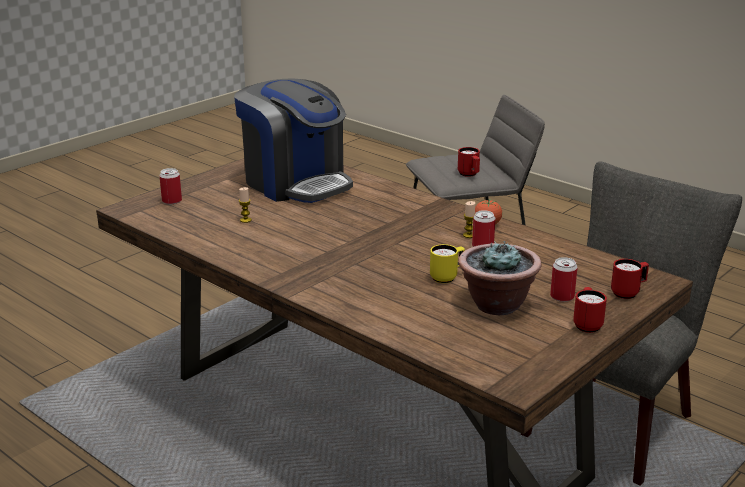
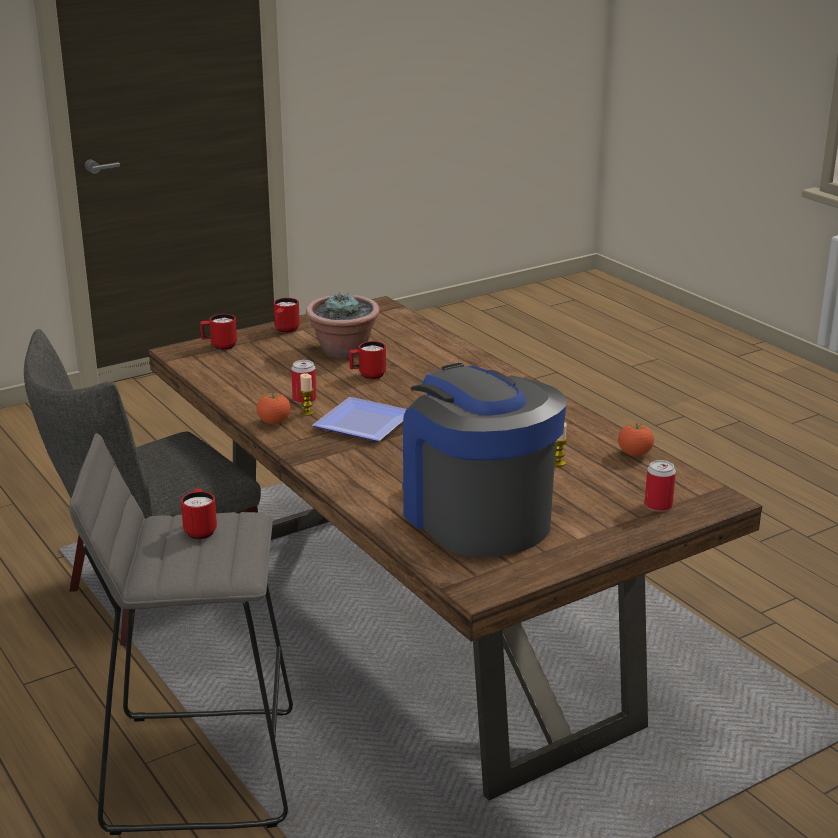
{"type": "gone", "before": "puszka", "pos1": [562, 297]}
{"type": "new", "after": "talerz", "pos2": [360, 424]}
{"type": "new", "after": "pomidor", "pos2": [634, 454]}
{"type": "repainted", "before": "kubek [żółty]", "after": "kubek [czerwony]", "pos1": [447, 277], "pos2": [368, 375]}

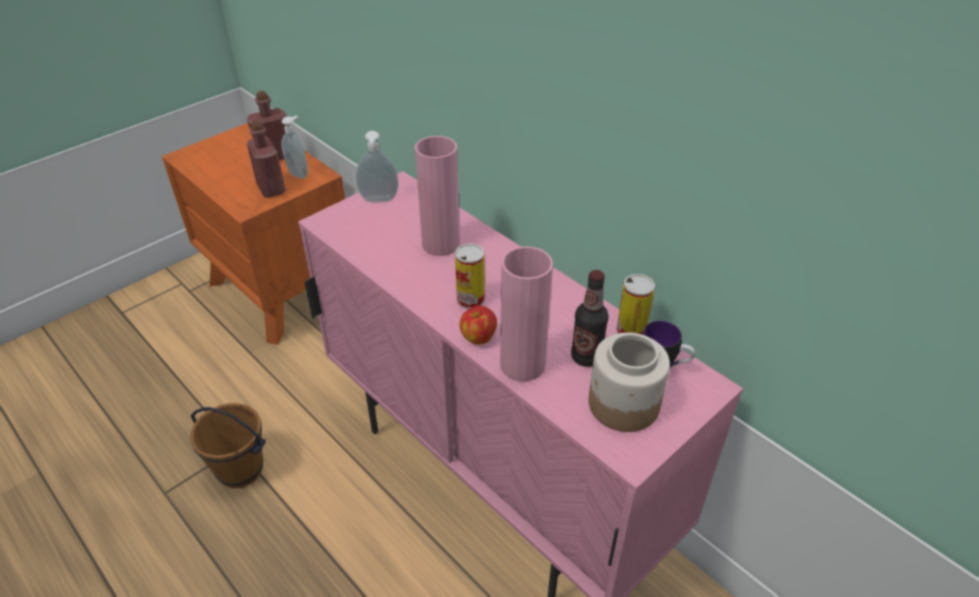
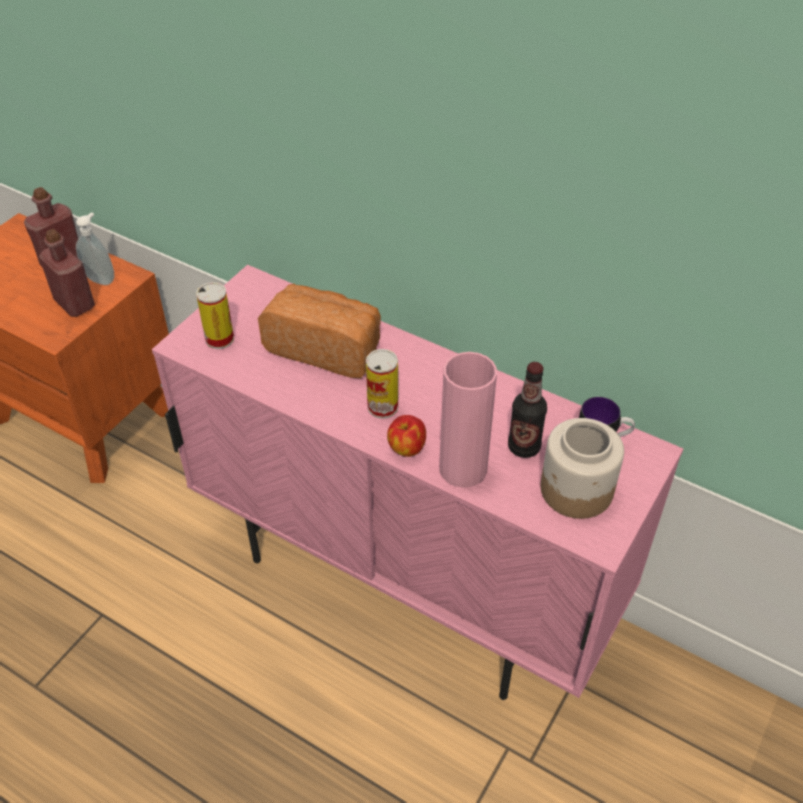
{"type": "gone", "before": "wiadro [brązowy]", "pos1": [240, 471]}
{"type": "gone", "before": "dozownik mydła", "pos1": [379, 200]}
{"type": "shifted", "before": "puszka", "pos1": [631, 331], "pos2": [219, 339]}
{"type": "swapped", "before": "wazon [różowy]", "after": "chleb", "pos1": [441, 244], "pos2": [326, 347]}

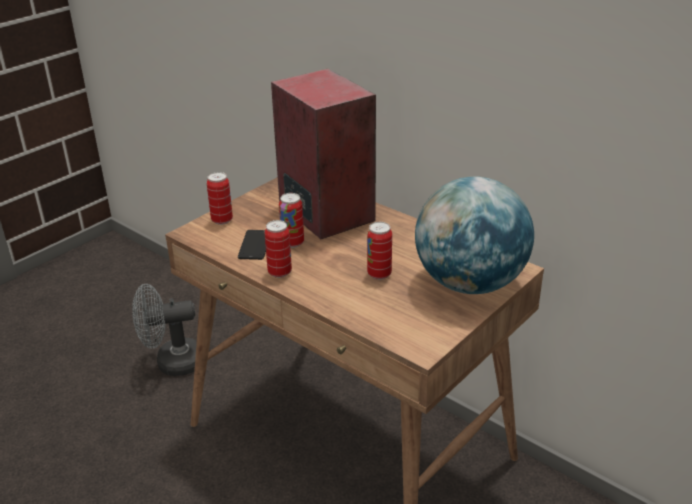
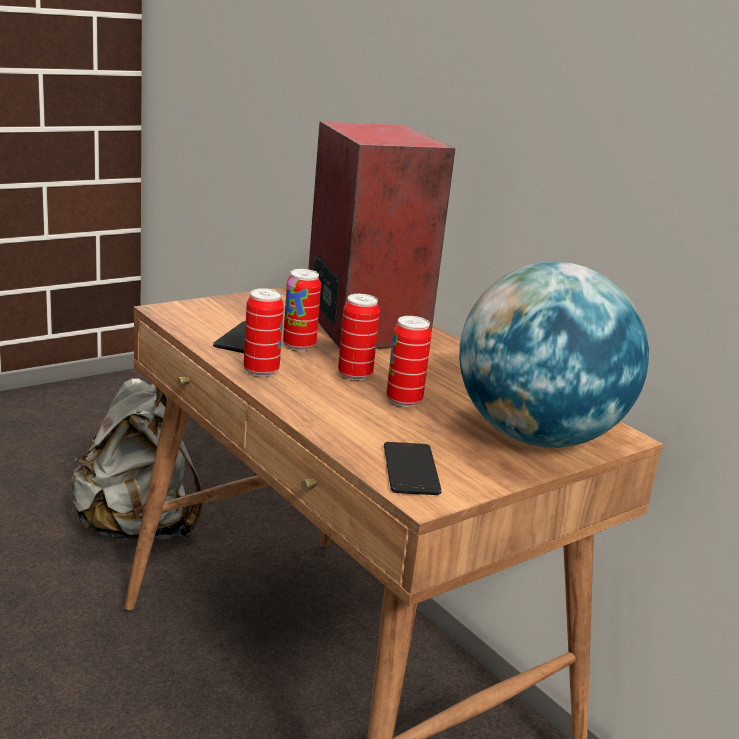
{"type": "new", "after": "telefon", "pos2": [411, 469]}
{"type": "shifted", "before": "puszka", "pos1": [222, 220], "pos2": [355, 375]}
{"type": "swapped", "before": "wentylator [szary]", "after": "plecak [szary]", "pos1": [172, 363], "pos2": [138, 527]}

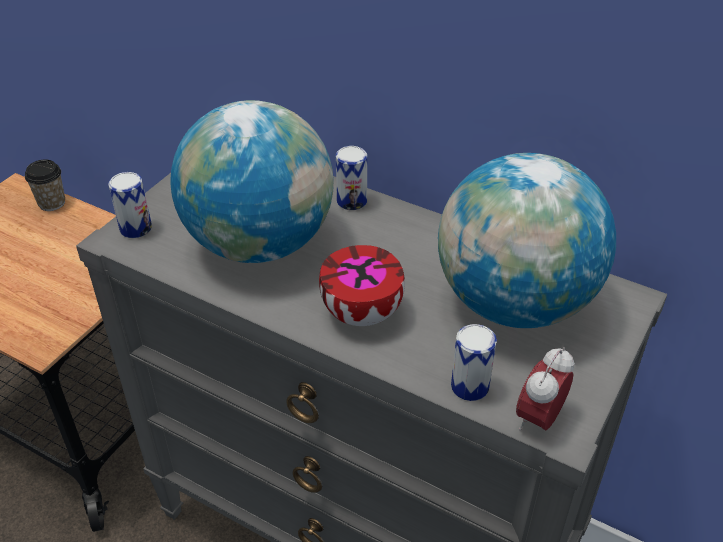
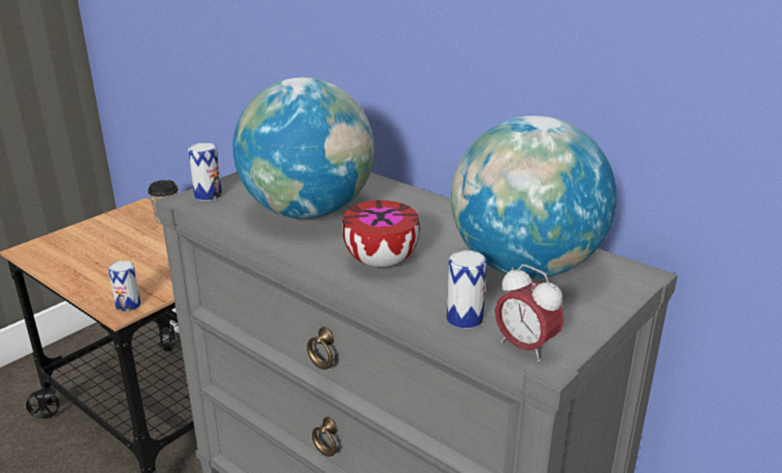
{"type": "shifted", "before": "puszka", "pos1": [351, 201], "pos2": [128, 305]}
{"type": "rotated", "before": "budzik", "pos1": [539, 419], "pos2": [525, 347], "turn": -90}

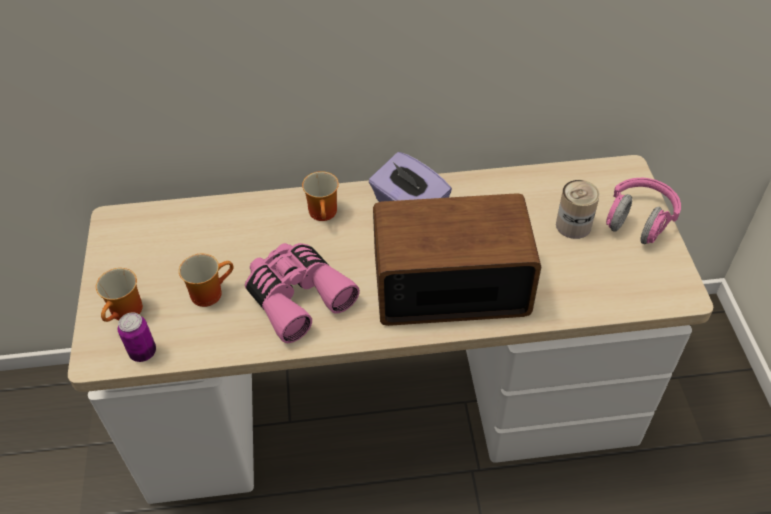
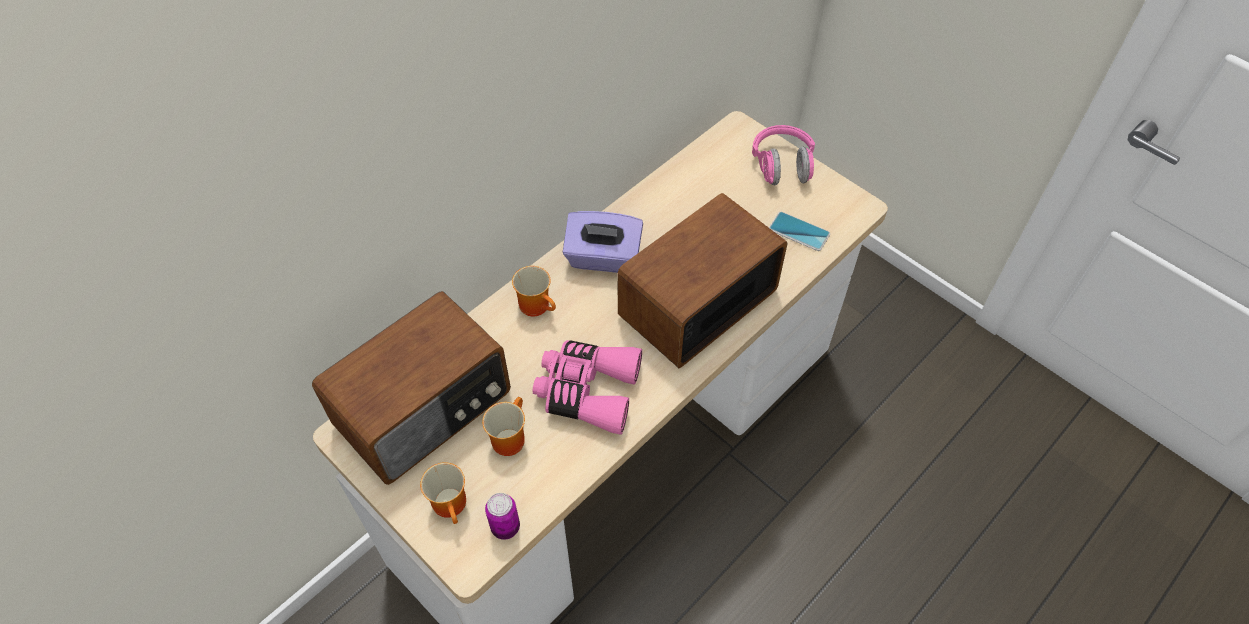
{"type": "gone", "before": "puszka", "pos1": [573, 225]}
{"type": "new", "after": "radio", "pos2": [426, 409]}
{"type": "new", "after": "telefon", "pos2": [799, 232]}

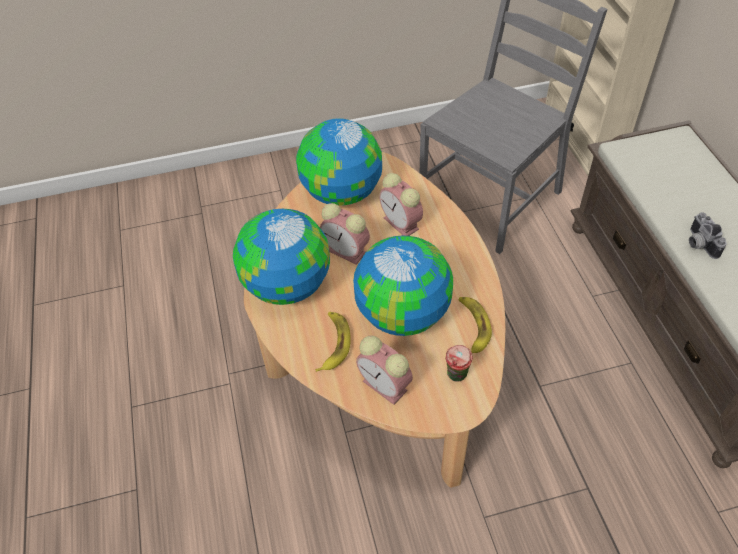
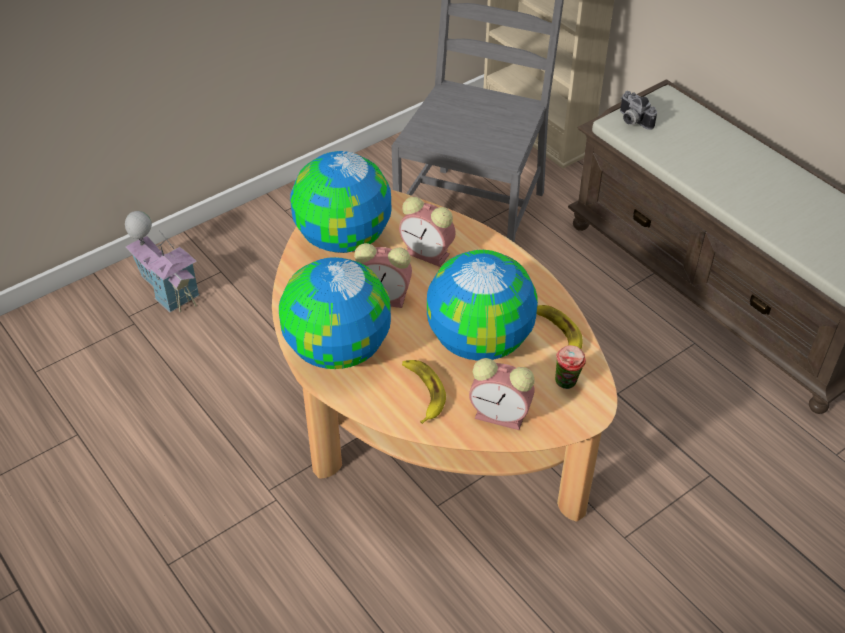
{"type": "new", "after": "domek", "pos2": [168, 288]}
{"type": "shifted", "before": "aparat fotograficzny", "pos1": [698, 244], "pos2": [632, 121]}

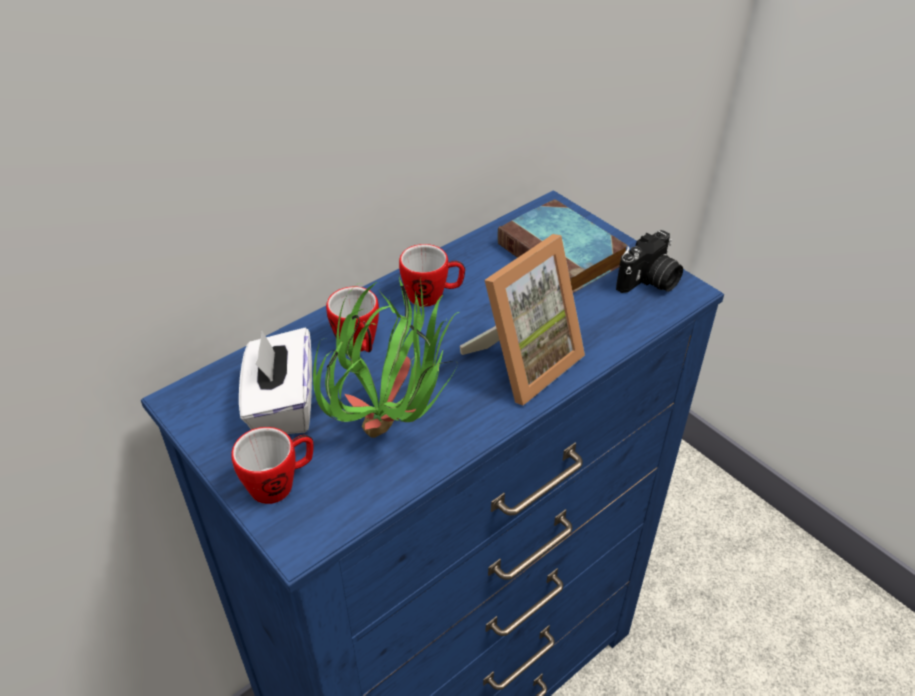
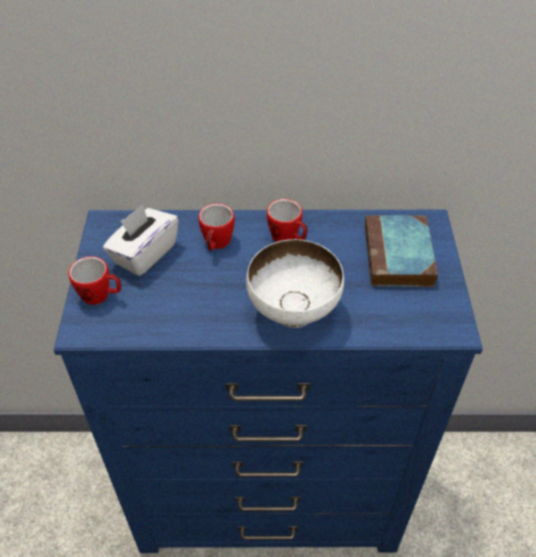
{"type": "gone", "before": "roślina doniczkowa", "pos1": [396, 425]}
{"type": "gone", "before": "aparat fotograficzny", "pos1": [649, 282]}
{"type": "swapped", "before": "ramka na zdjęcie", "after": "miska [biały]", "pos1": [523, 362], "pos2": [294, 310]}

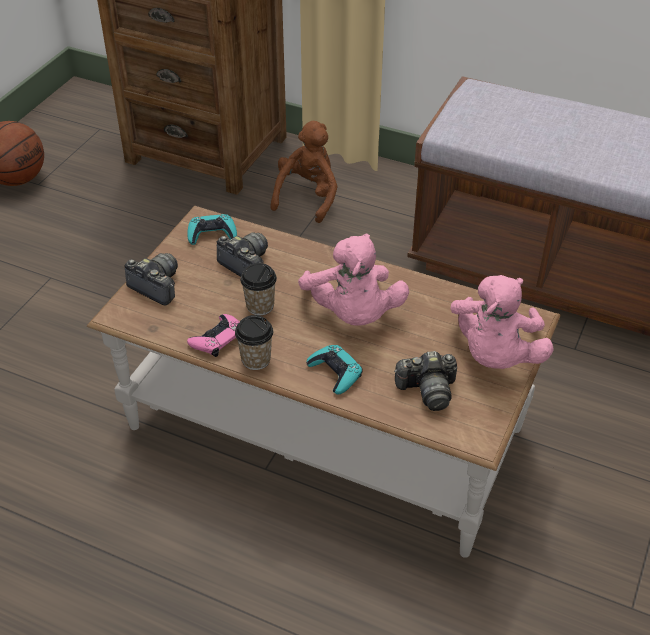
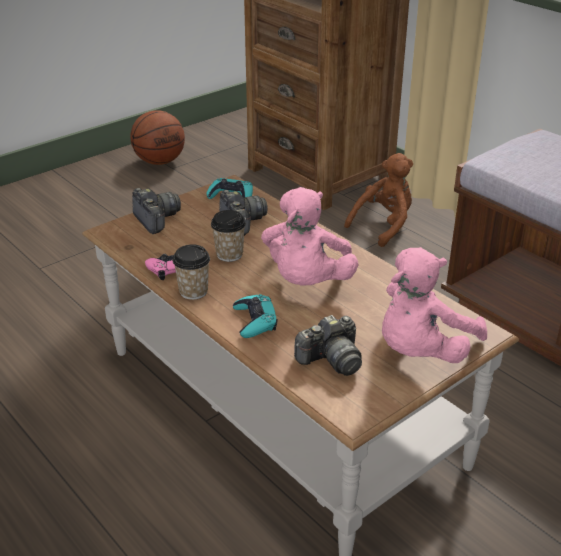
{"type": "rotated", "before": "aparat fotograficzny", "pos1": [427, 390], "pos2": [331, 360], "turn": -45}

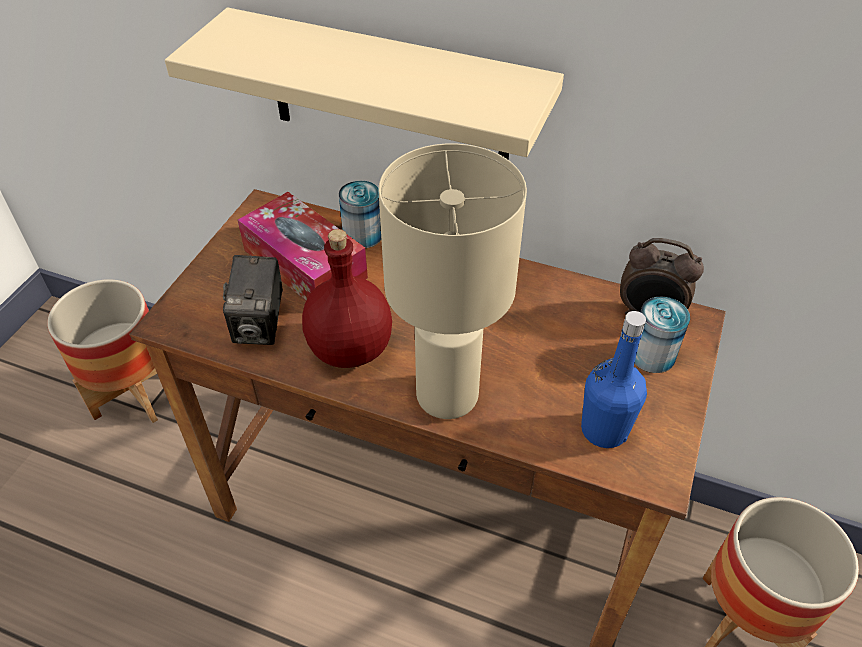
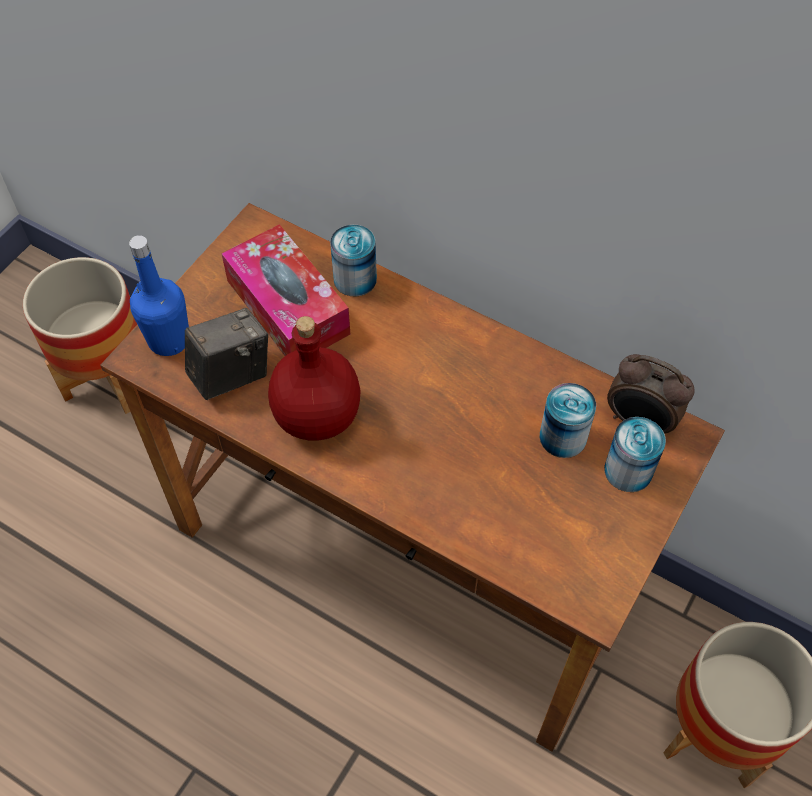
{"type": "gone", "before": "półka [beżowy]", "pos1": [388, 93]}
{"type": "gone", "before": "lampa stołowa [beżowy]", "pos1": [448, 396]}
{"type": "new", "after": "puszka", "pos2": [563, 437]}
{"type": "shifted", "before": "butelka [niebieski]", "pos1": [604, 430], "pos2": [169, 340]}
{"type": "rotated", "before": "aparat fotograficzny", "pos1": [260, 325], "pos2": [231, 374], "turn": -135}

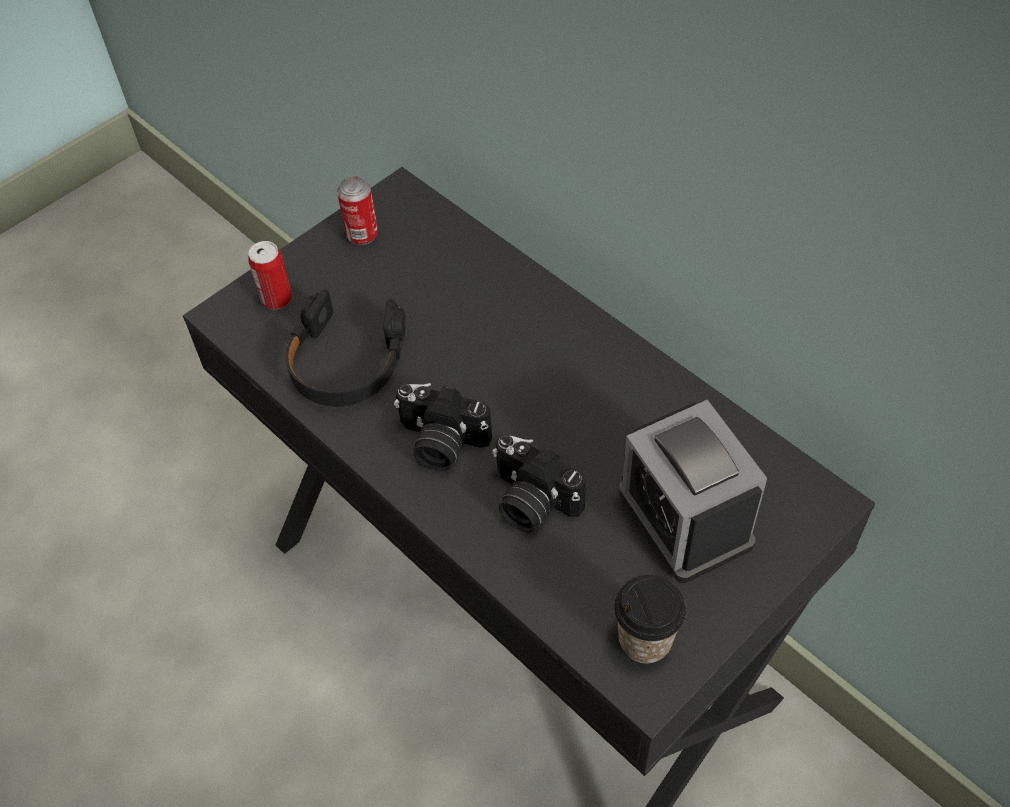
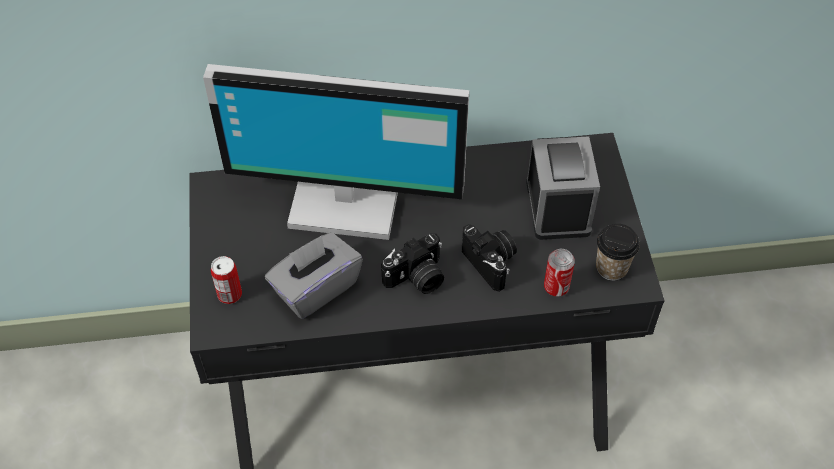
{"type": "new", "after": "monitor", "pos2": [345, 199]}
{"type": "shifted", "before": "puszka", "pos1": [362, 235], "pos2": [556, 287]}
{"type": "swapped", "before": "słuchawki [czarny]", "after": "pudełko chusteczek [szary]", "pos1": [346, 362], "pos2": [315, 288]}
{"type": "rotated", "before": "aparat fotograficzny", "pos1": [531, 502], "pos2": [492, 262], "turn": -105}
{"type": "rotated", "before": "budzik", "pos1": [685, 517], "pos2": [558, 207], "turn": -105}

